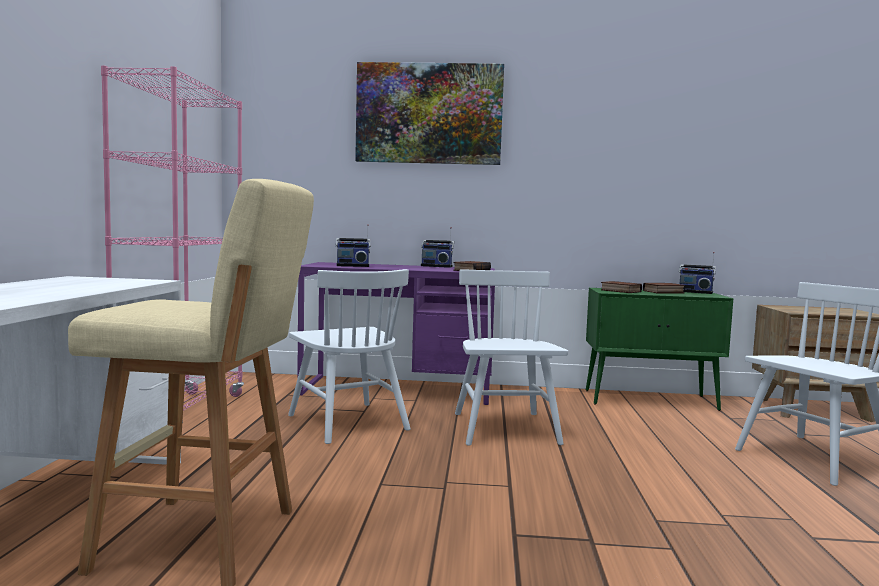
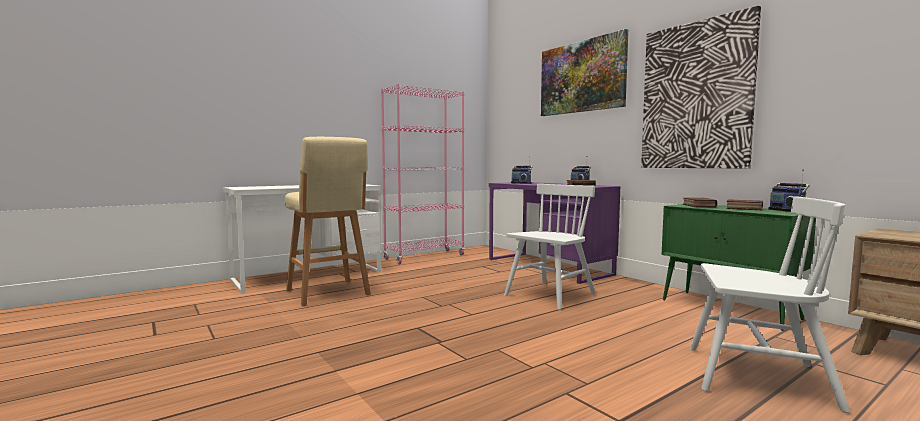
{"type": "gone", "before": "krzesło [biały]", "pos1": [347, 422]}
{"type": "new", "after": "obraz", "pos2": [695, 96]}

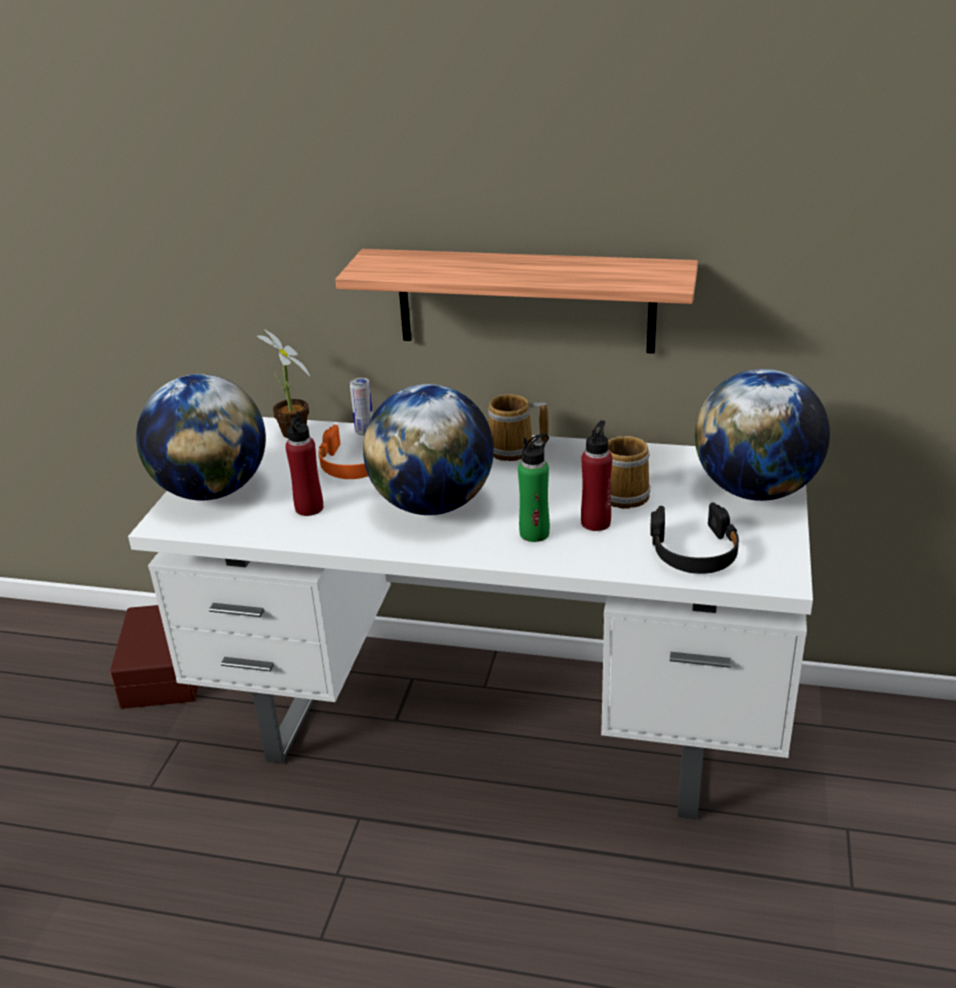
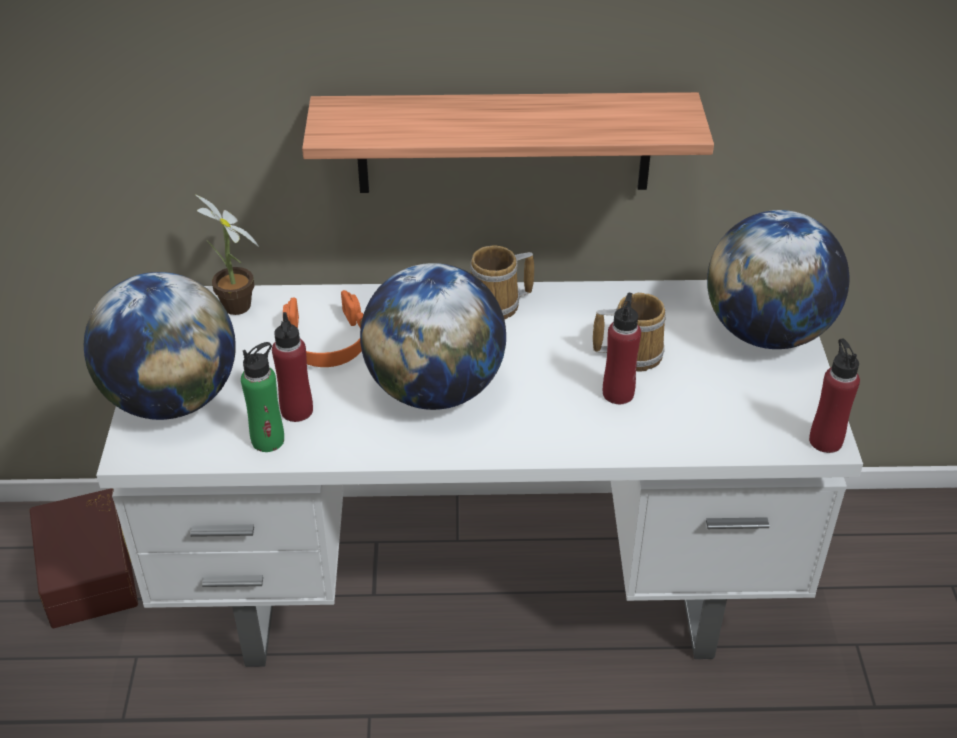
{"type": "gone", "before": "puszka", "pos1": [364, 432]}
{"type": "gone", "before": "słuchawki [czarny]", "pos1": [694, 551]}
{"type": "new", "after": "butelka [czerwony]", "pos2": [825, 441]}
{"type": "shifted", "before": "butelka [zielony]", "pos1": [534, 533], "pos2": [268, 440]}

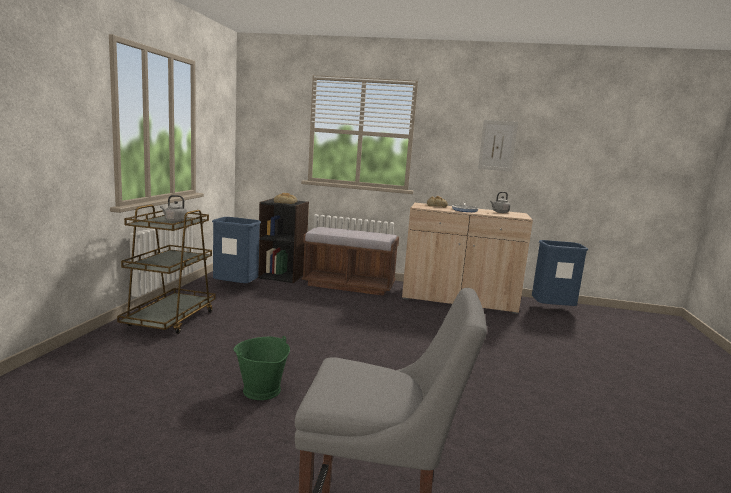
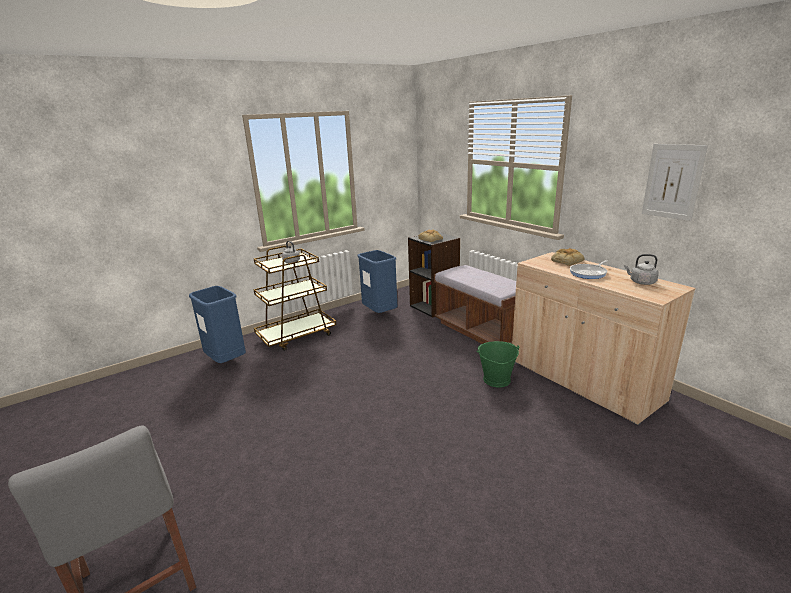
{"type": "shifted", "before": "wiadro [zielony]", "pos1": [261, 390], "pos2": [496, 379]}
{"type": "shifted", "before": "kosz na śmieci [niebieski]", "pos1": [552, 310], "pos2": [226, 361]}

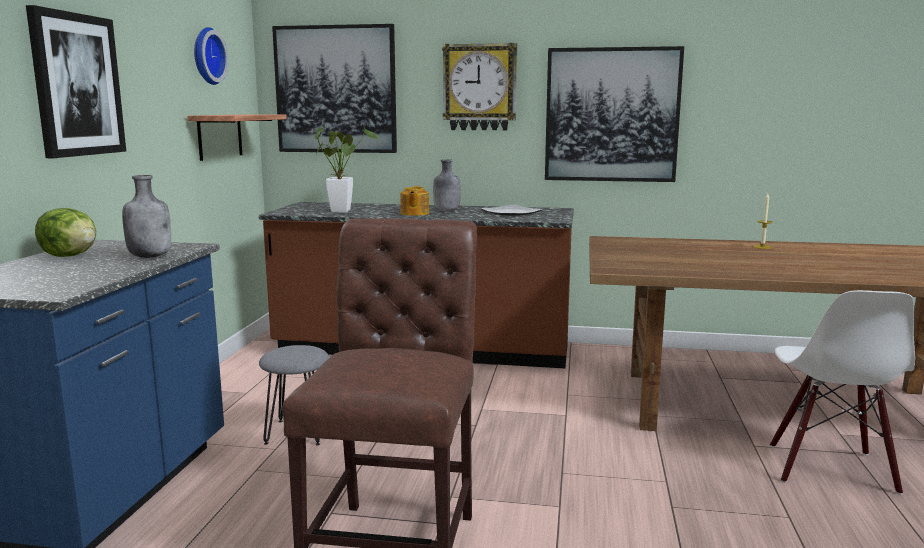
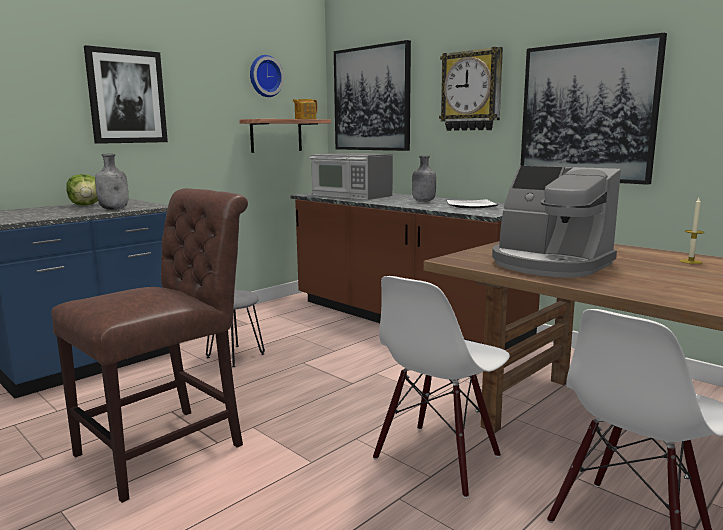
{"type": "new", "after": "krzesło [biały]", "pos2": [438, 458]}
{"type": "new", "after": "ekspres do kawy", "pos2": [549, 264]}
{"type": "shifted", "before": "imbryk", "pos1": [414, 213], "pos2": [305, 119]}
{"type": "swapped", "before": "roślina doniczkowa", "after": "mikrofalówka", "pos1": [342, 210], "pos2": [351, 196]}

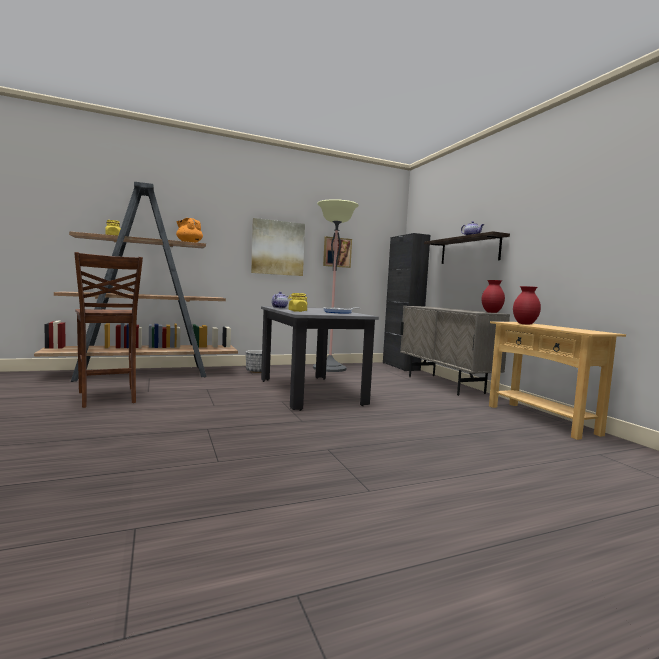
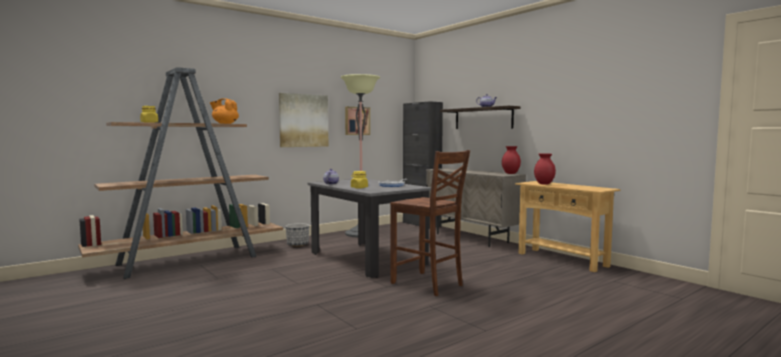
{"type": "shifted", "before": "krzesło [brązowy]", "pos1": [107, 398], "pos2": [428, 284]}

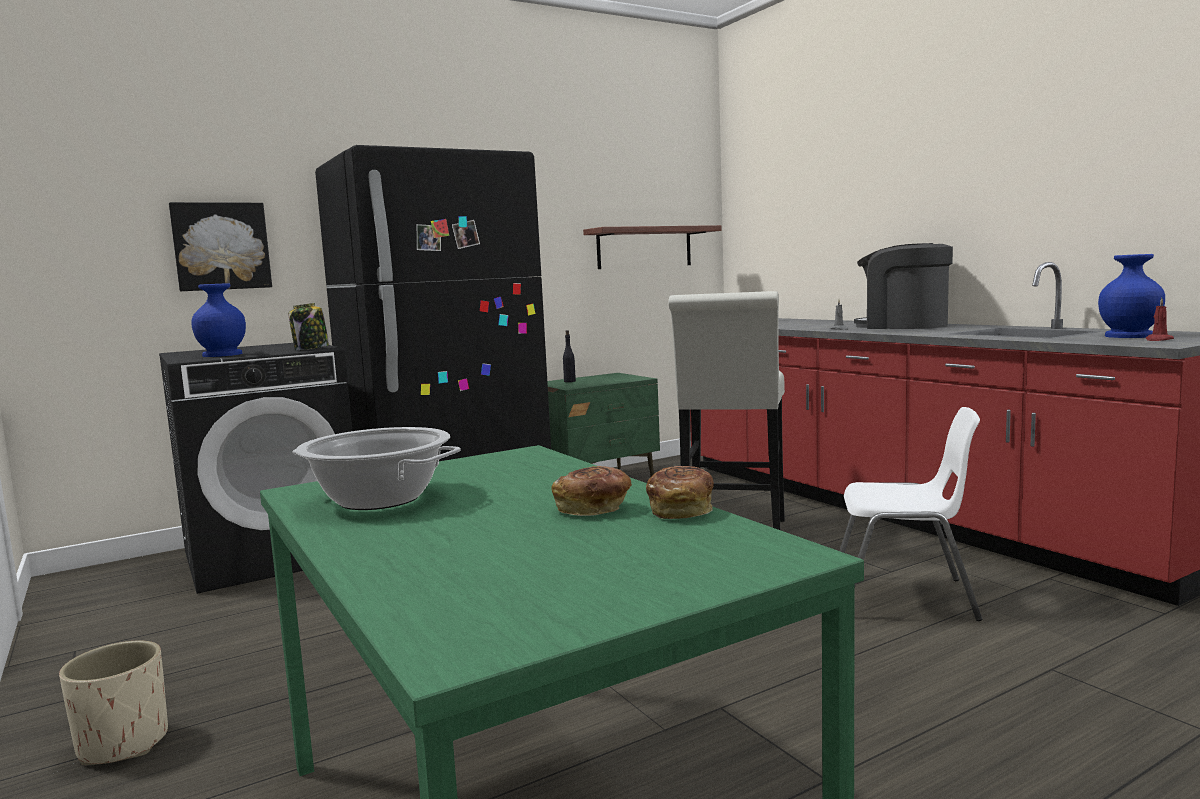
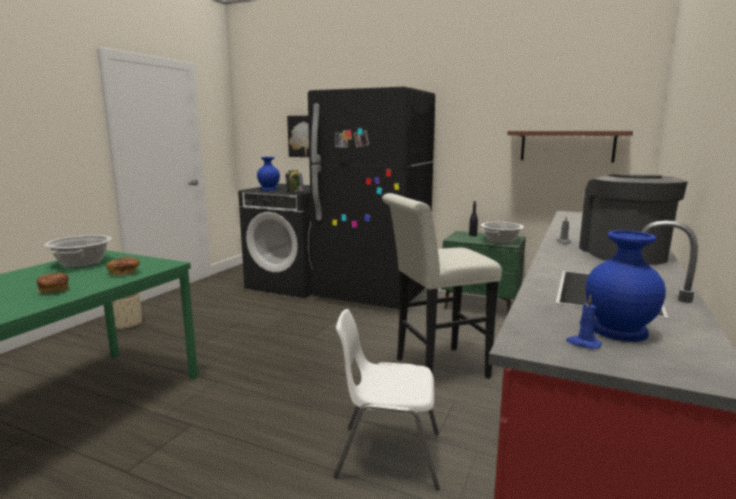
{"type": "new", "after": "garnek", "pos2": [501, 241]}
{"type": "shifted", "before": "chleb", "pos1": [681, 510], "pos2": [124, 273]}
{"type": "repainted", "before": "świeca [czerwony]", "after": "świeca [niebieski]", "pos1": [1158, 340], "pos2": [583, 343]}
{"type": "rotated", "before": "krzesło [biały]", "pos1": [904, 597], "pos2": [387, 454], "turn": 120}

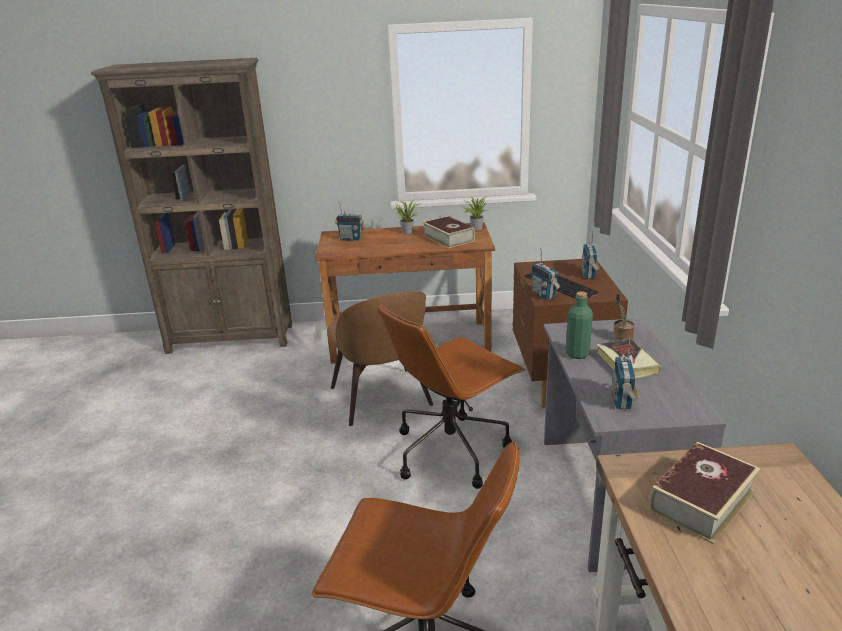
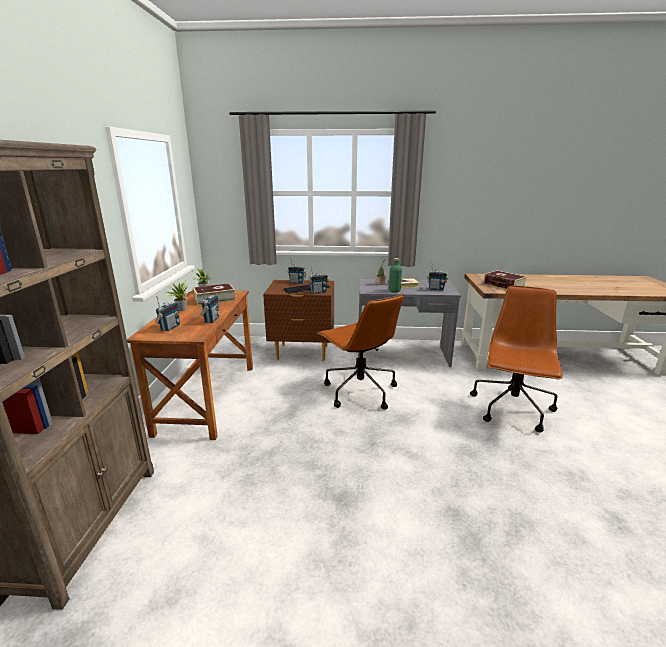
{"type": "gone", "before": "krzesło [brązowy]", "pos1": [382, 398]}
{"type": "new", "after": "radio", "pos2": [211, 320]}

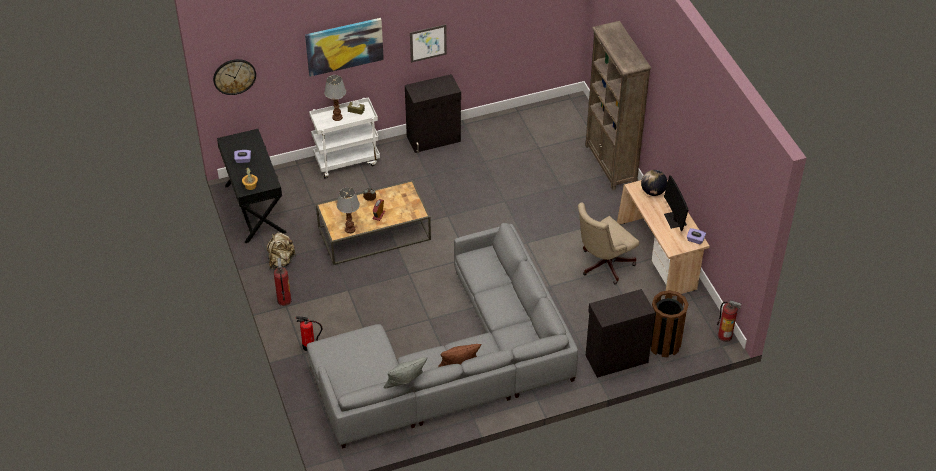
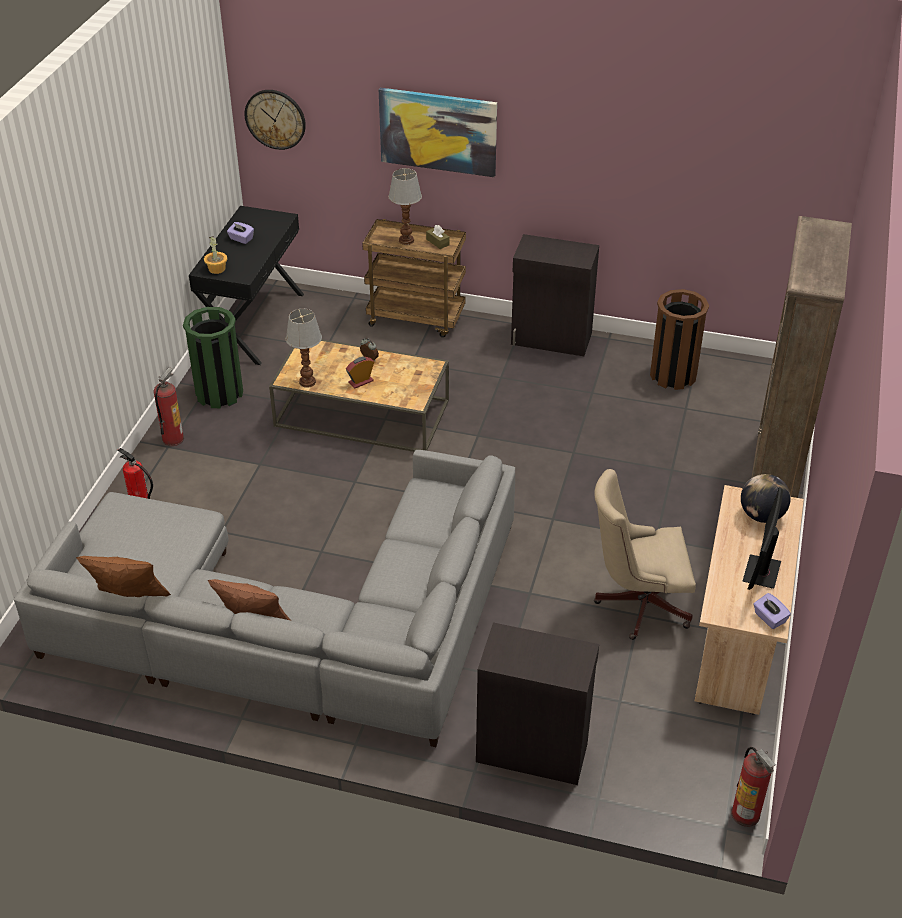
{"type": "gone", "before": "obraz", "pos1": [428, 43]}
{"type": "shifted", "before": "kosz na śmieci [brązowy]", "pos1": [664, 344], "pos2": [673, 375]}
{"type": "swapped", "before": "plecak [beżowy]", "after": "kosz na śmieci [zielony]", "pos1": [281, 261], "pos2": [219, 393]}
{"type": "repainted", "before": "wózek [biały]", "after": "wózek [brązowy]", "pos1": [347, 161], "pos2": [417, 318]}
{"type": "repainted", "before": "poduszka [szary]", "after": "poduszka [brązowy]", "pos1": [406, 385], "pos2": [130, 601]}

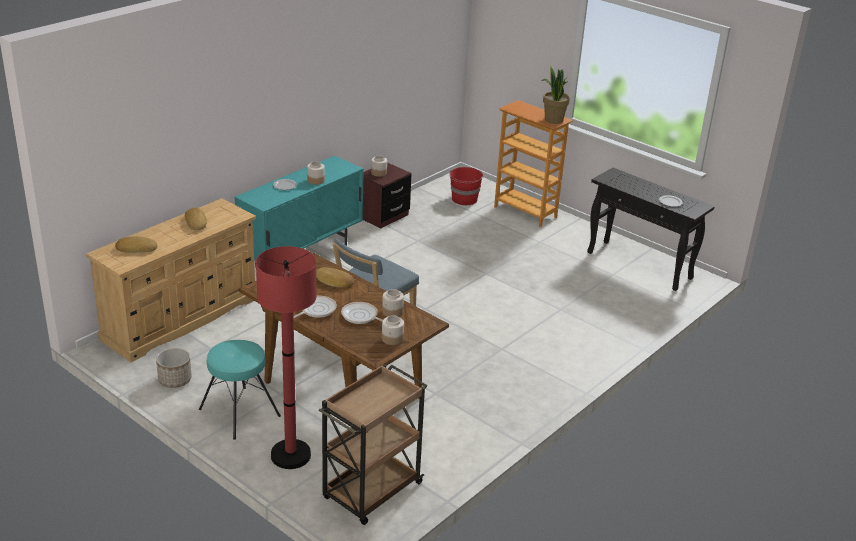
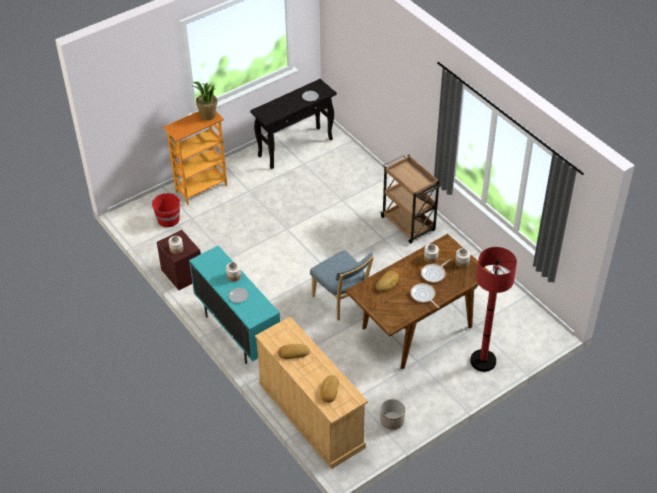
{"type": "gone", "before": "stołek [turkusowy]", "pos1": [239, 413]}
{"type": "shifted", "before": "wózek [brązowy]", "pos1": [371, 492], "pos2": [408, 224]}

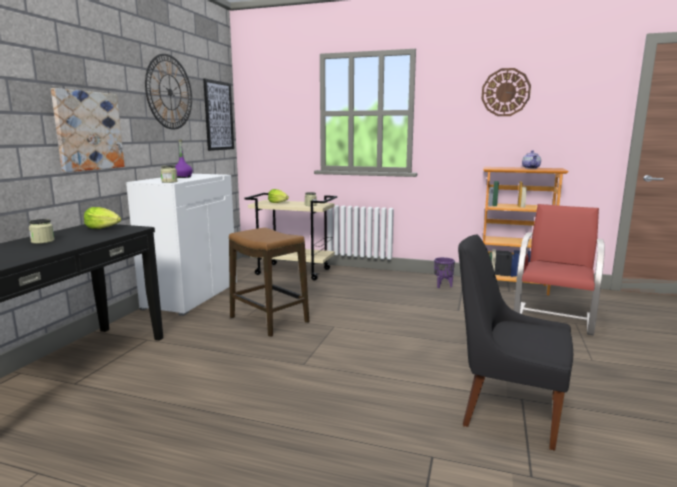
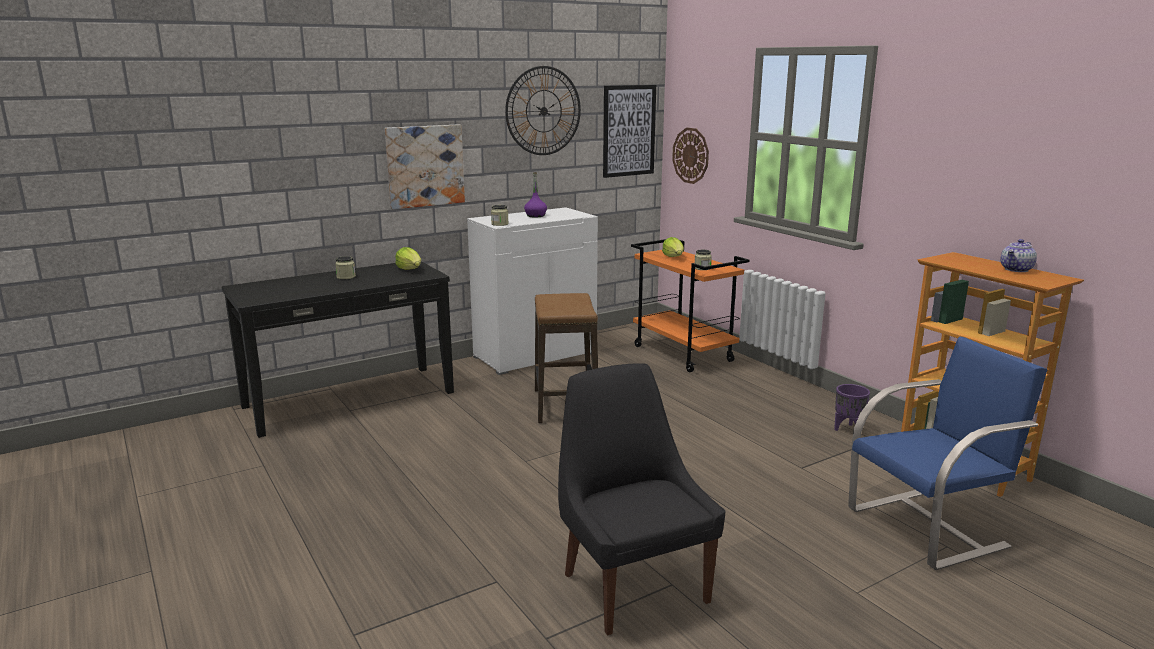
{"type": "shifted", "before": "zegar ścienny", "pos1": [505, 92], "pos2": [691, 155]}
{"type": "repainted", "before": "wózek [beżowy]", "after": "wózek [pomarańczowy]", "pos1": [294, 271], "pos2": [684, 354]}
{"type": "repainted", "before": "krzesło [czerwony]", "after": "krzesło [niebieski]", "pos1": [554, 317], "pos2": [929, 527]}

